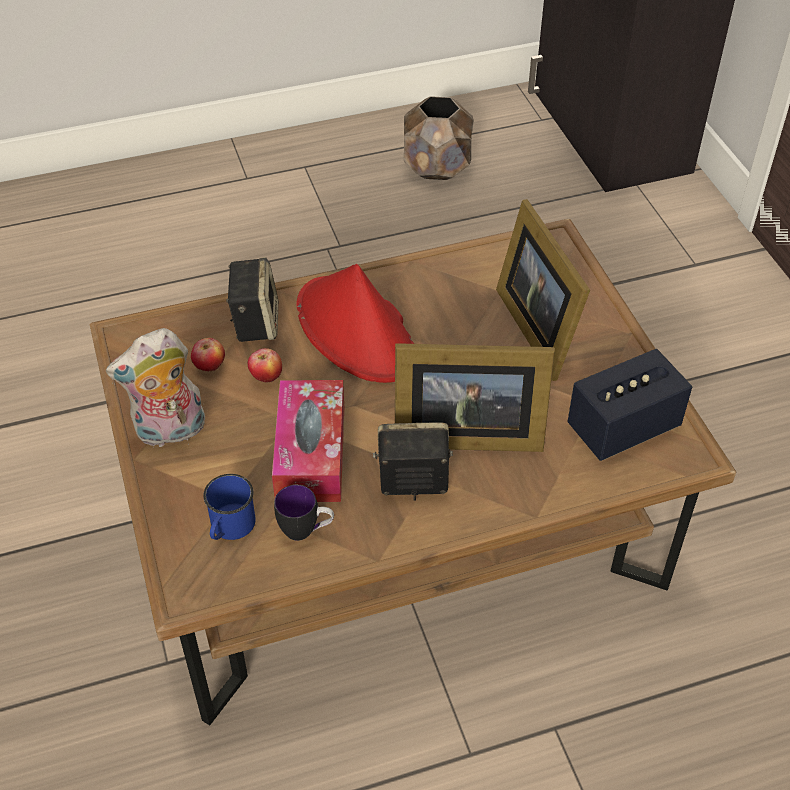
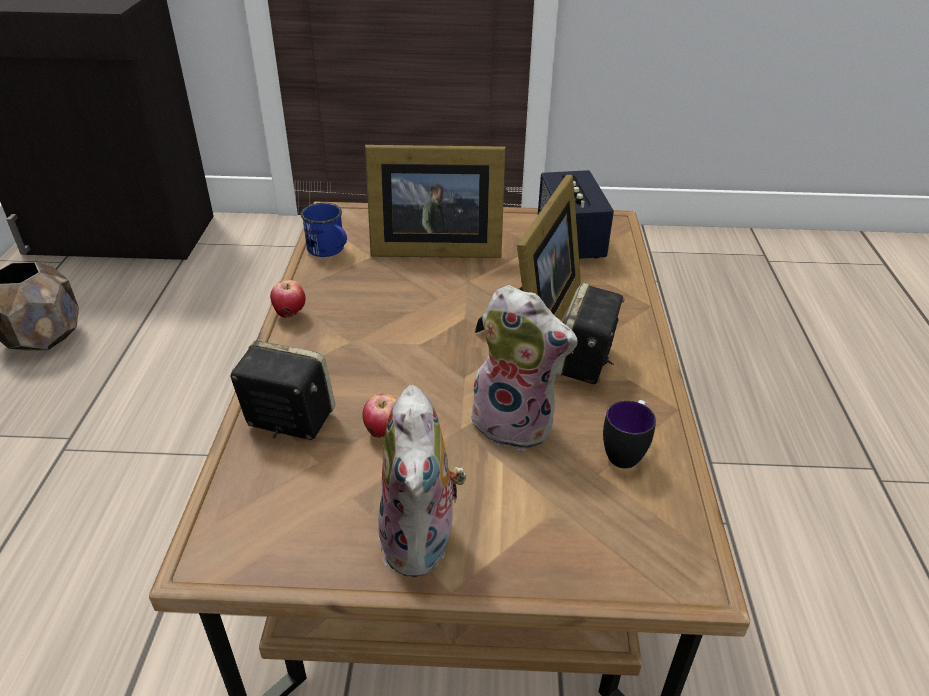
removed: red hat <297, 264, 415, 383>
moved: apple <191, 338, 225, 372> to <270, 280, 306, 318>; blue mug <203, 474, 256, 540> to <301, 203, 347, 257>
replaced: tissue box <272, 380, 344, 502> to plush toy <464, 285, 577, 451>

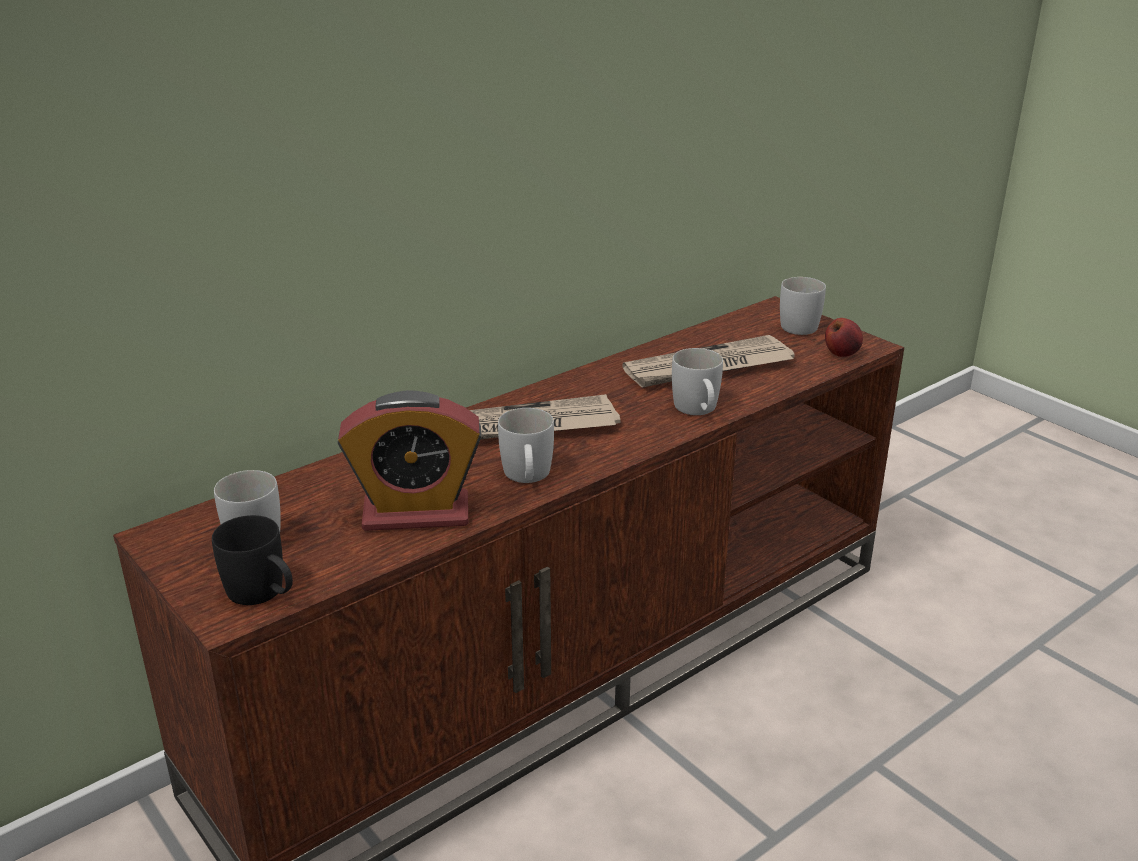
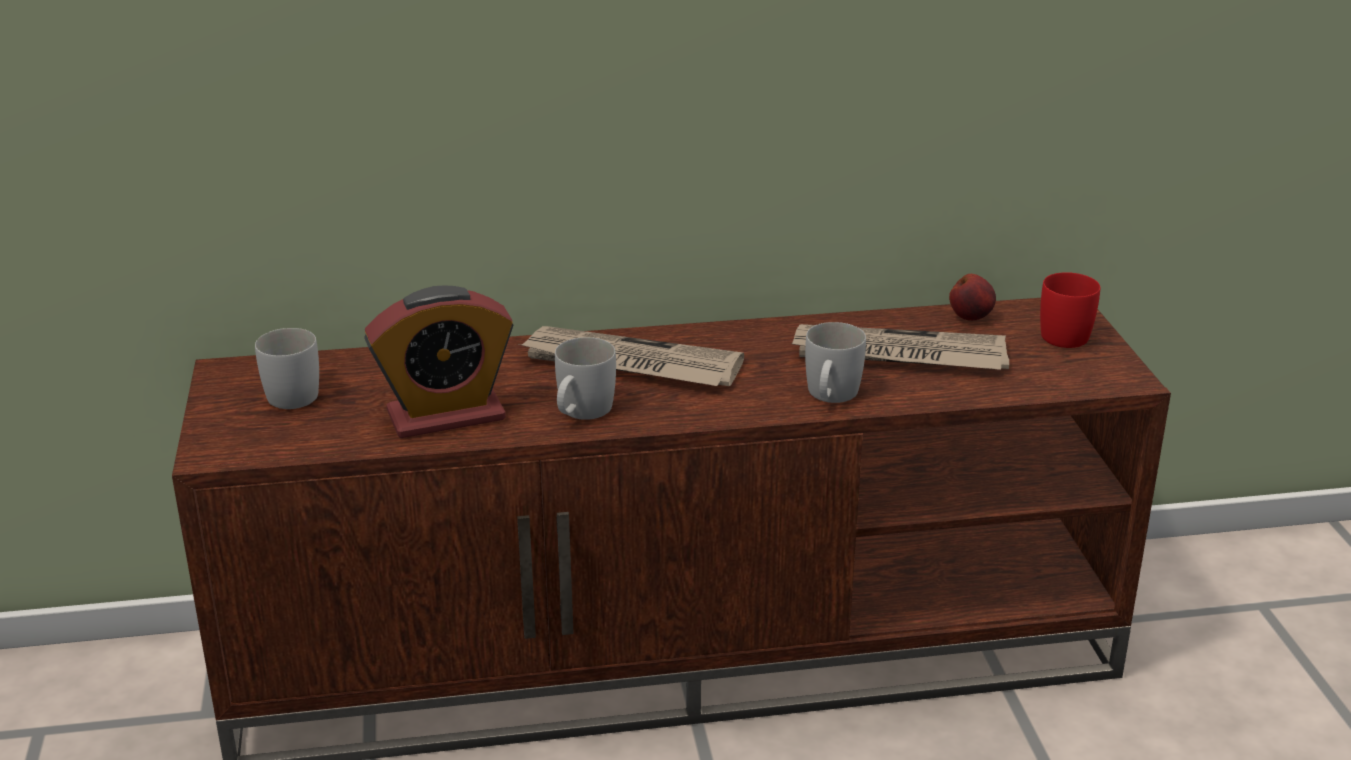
removed: black mug <212, 515, 293, 605>
moved: apple <825, 318, 863, 357> to <949, 274, 996, 321>
recoloured: white mug <780, 277, 826, 335> to red mug <1040, 272, 1100, 348>
turned: alarm clock <338, 390, 481, 531> = <364, 286, 513, 438> 45 degrees counterclockwise

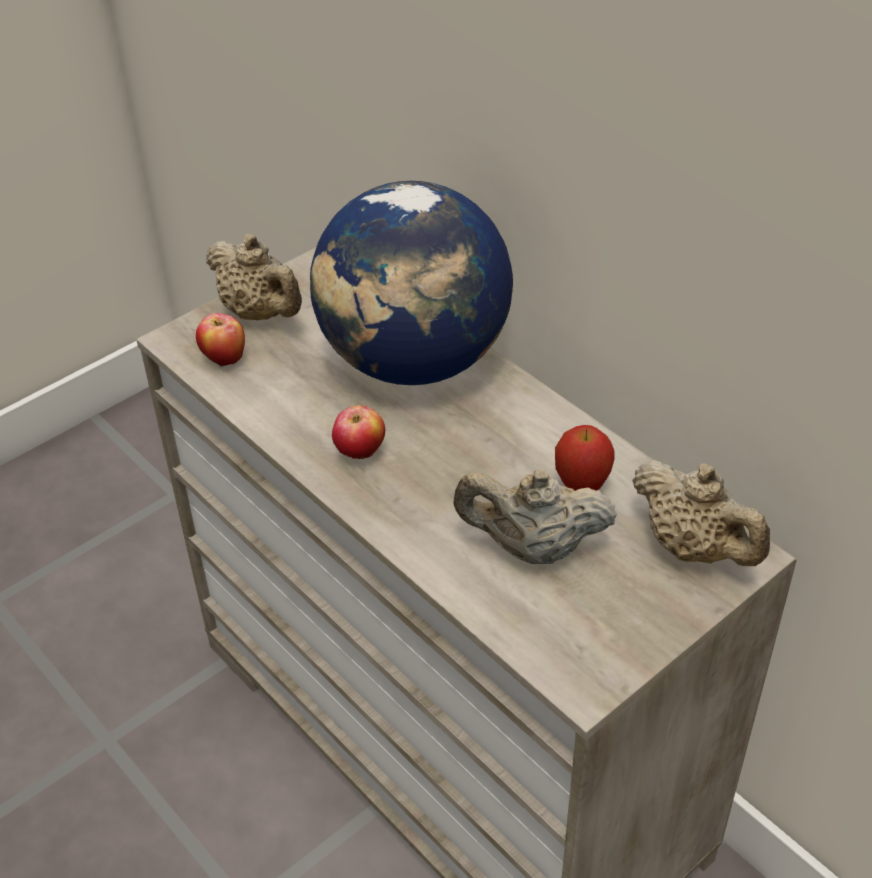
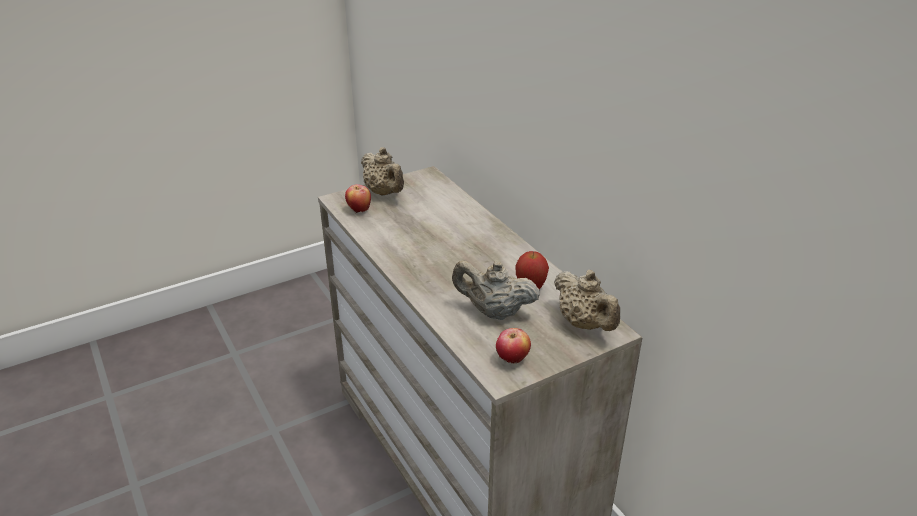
removed: globe <310, 181, 513, 385>
moved: apple <332, 405, 385, 459> to <496, 328, 531, 363>

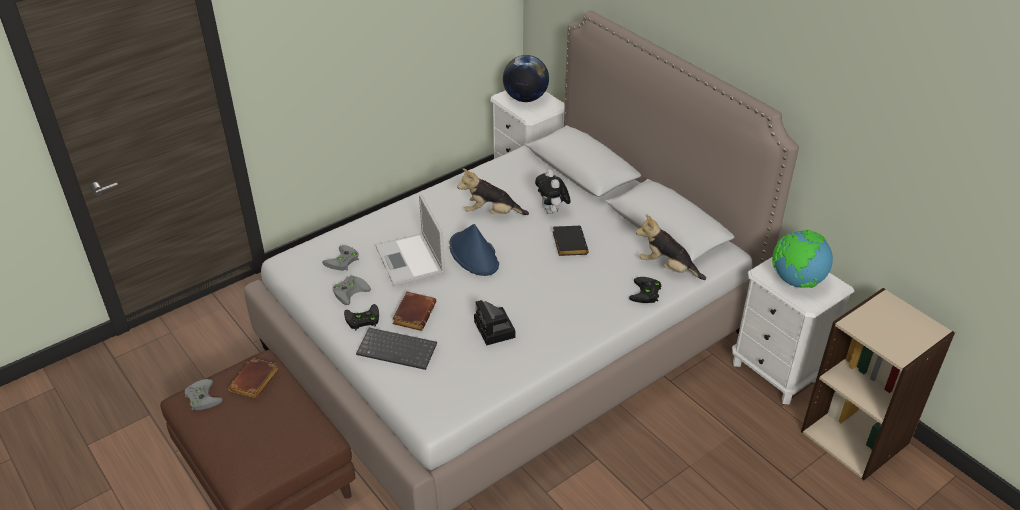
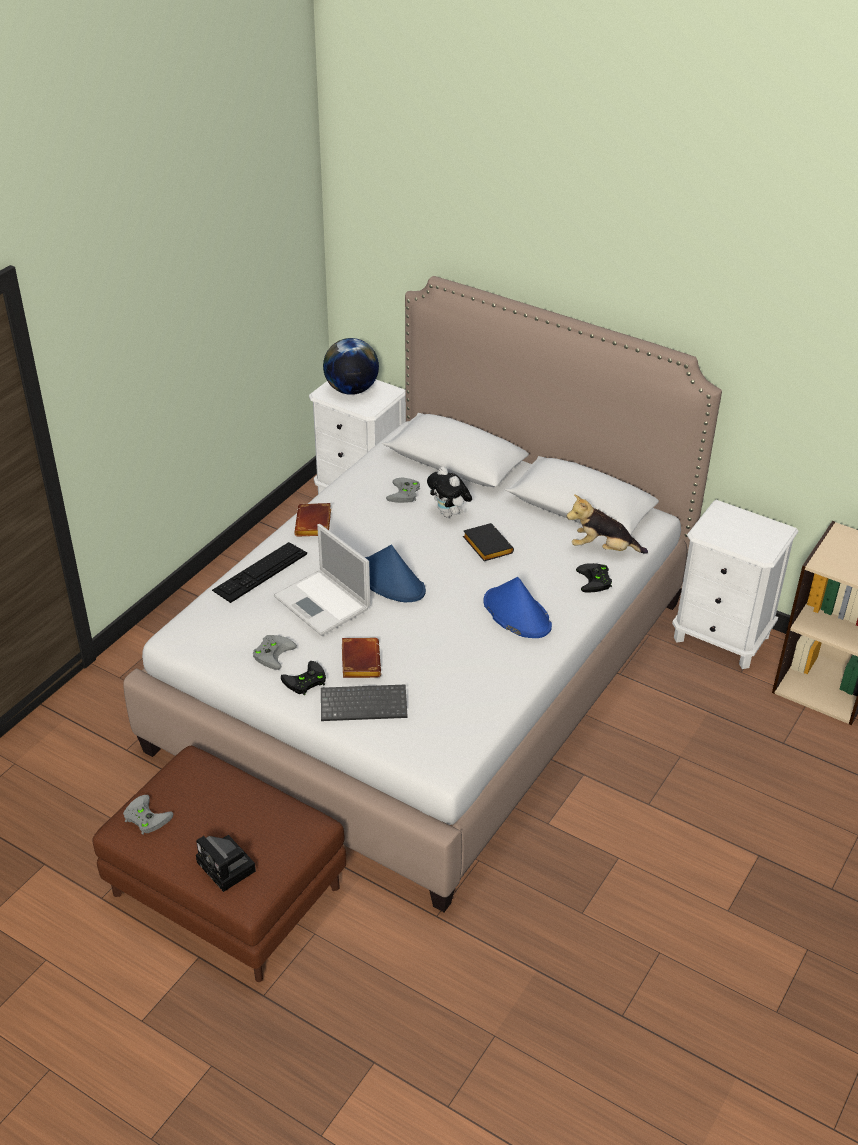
removed: plush toy <457, 168, 529, 215>; globe <772, 230, 833, 288>
added: keyboard <212, 542, 307, 603>; blue hat <483, 577, 552, 638>
moved: photo camera <474, 300, 515, 345> to <196, 835, 256, 892>; brown book <228, 358, 279, 399> to <294, 503, 331, 537>; grey game controller <322, 245, 359, 271> to <386, 478, 420, 503>

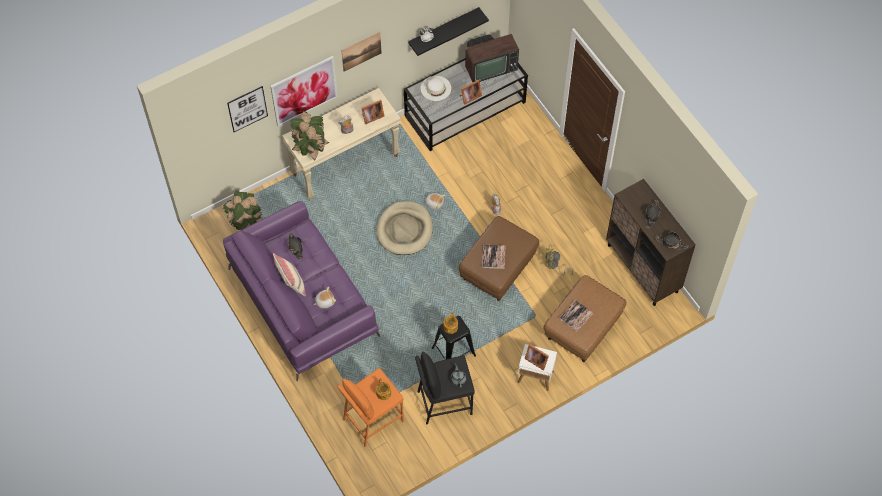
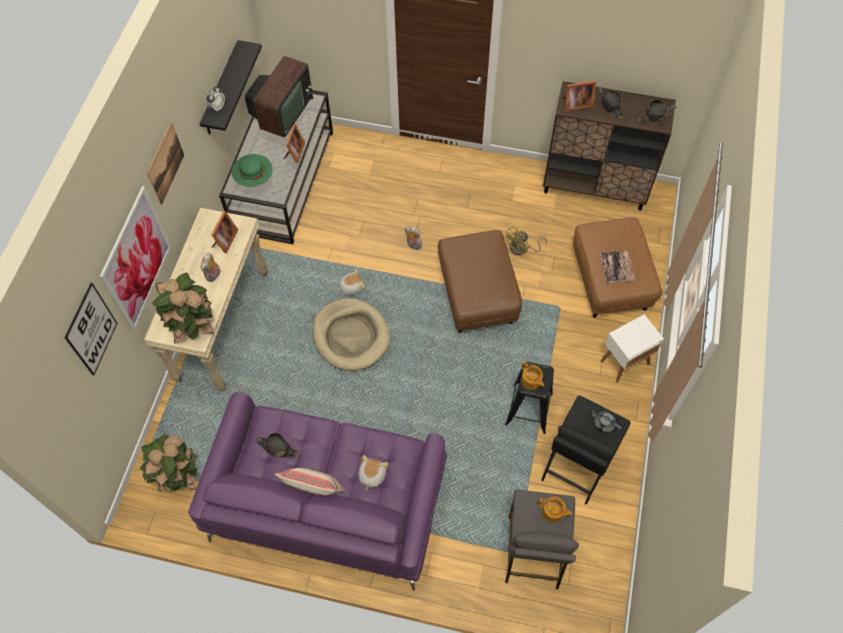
removed: book <482, 244, 505, 269>
moved: picture frame <524, 344, 549, 370> to <564, 81, 596, 111>
recoloured: white hat <420, 76, 451, 101> to green hat <232, 154, 273, 187>; orange stool <337, 368, 404, 447> to grey stool <505, 489, 579, 589>

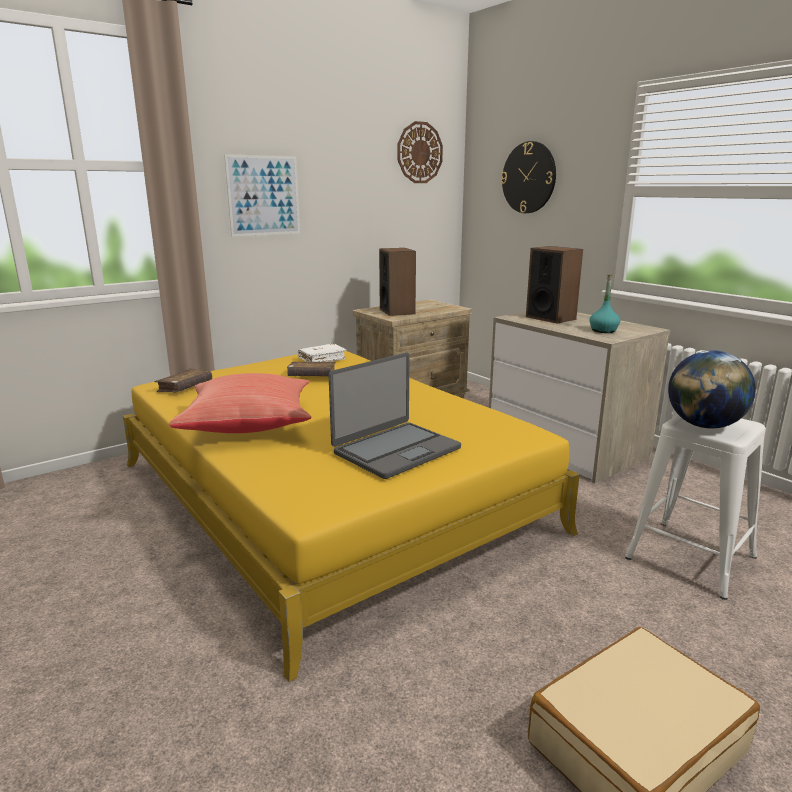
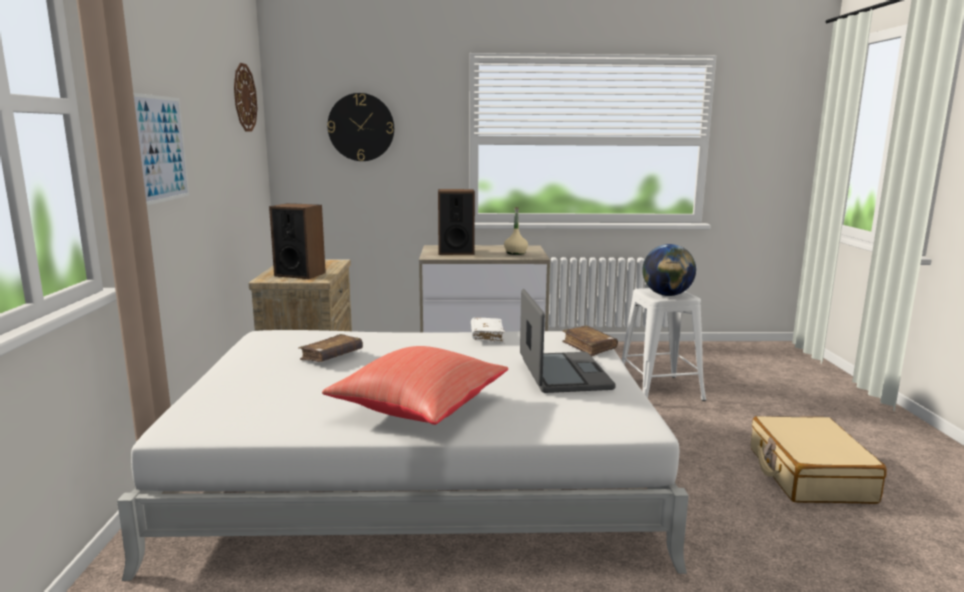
moved: white book <298, 343, 347, 362> to <471, 317, 505, 343>; brown book <155, 368, 212, 392> to <562, 326, 618, 357>
recoloured: yellow bed <123, 351, 580, 682> to white bed <117, 330, 689, 581>; turquoise bottle <589, 275, 620, 333> to beige bottle <504, 207, 528, 255>

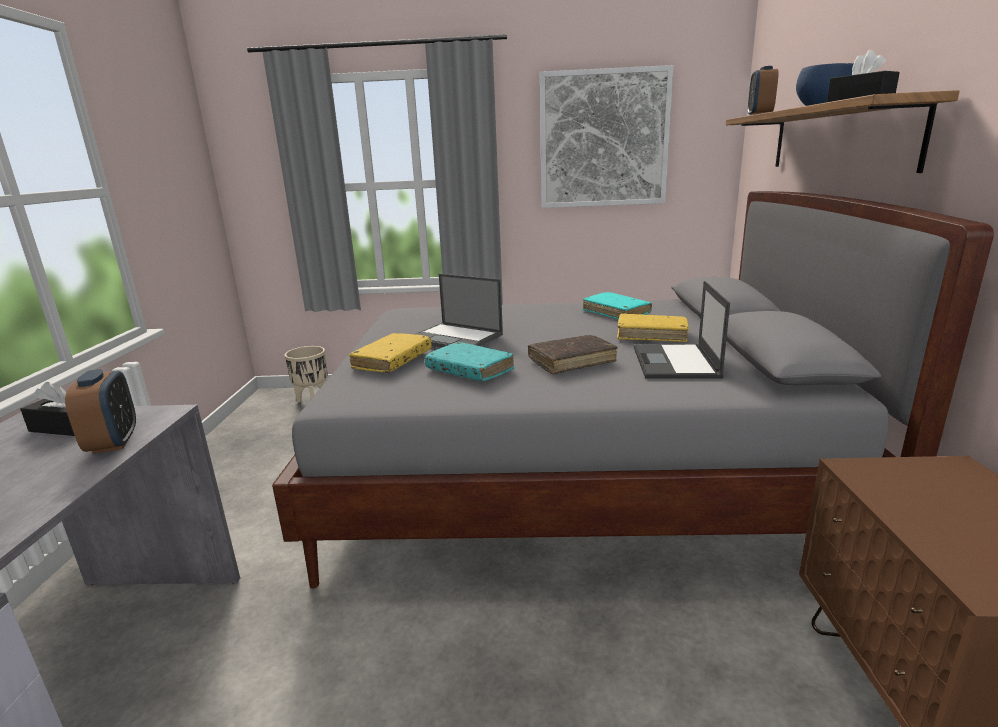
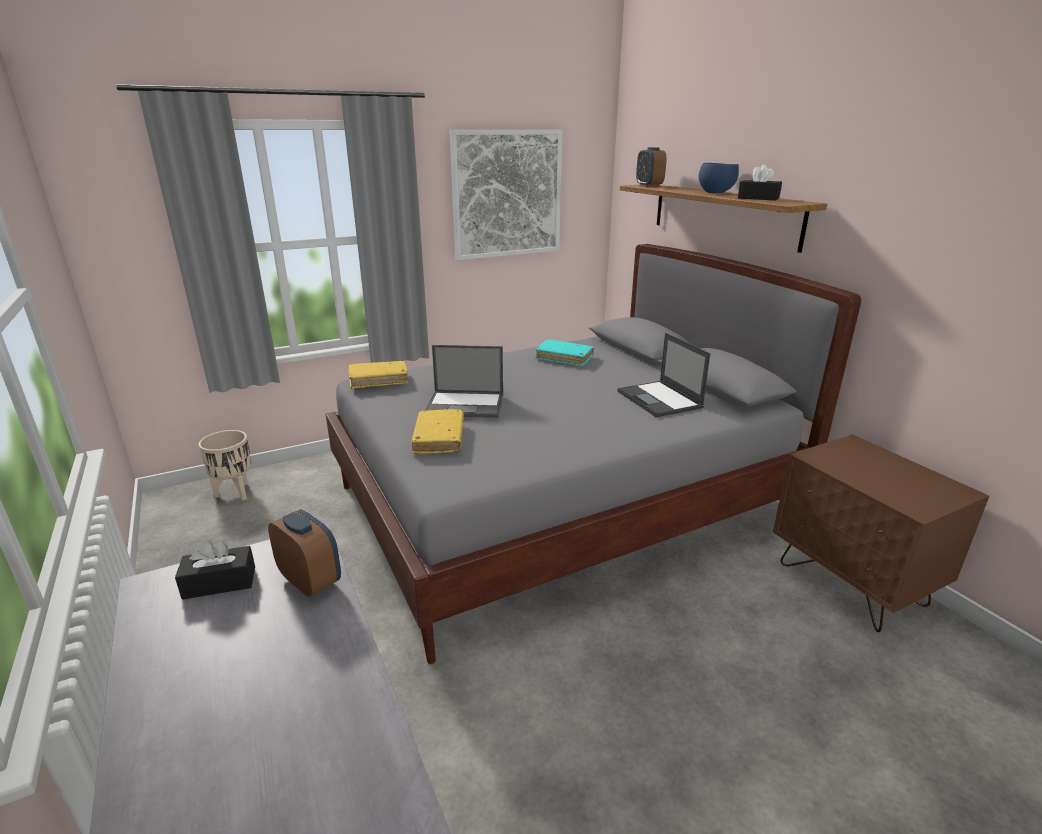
removed: turquoise book <425, 342, 515, 381>; brown book <528, 335, 618, 374>
moved: yellow book <617, 314, 689, 342> to <349, 361, 408, 389>

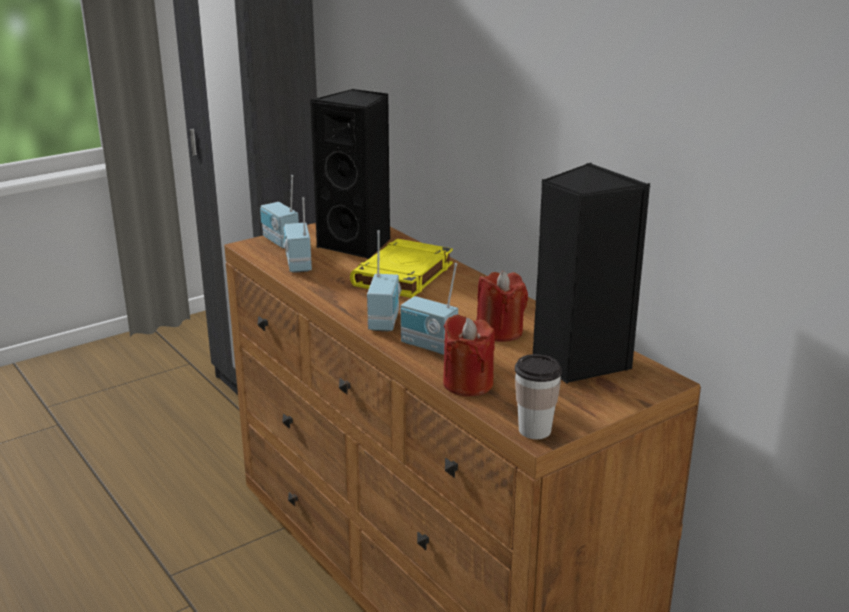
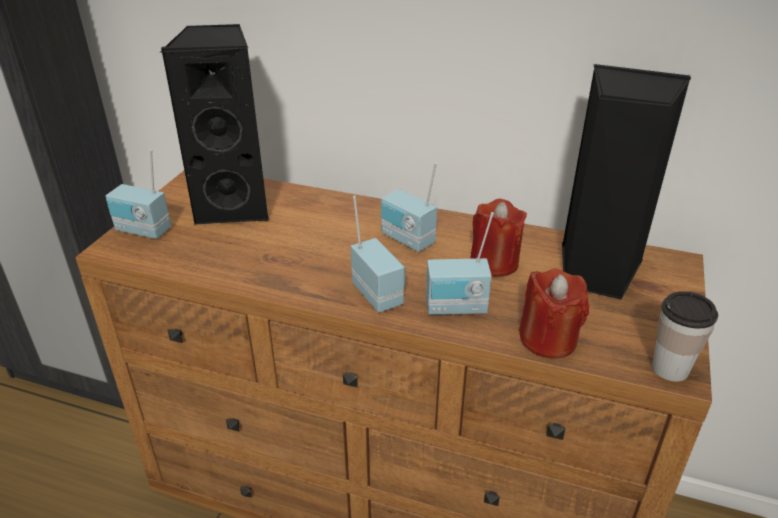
removed: yellow book <350, 239, 453, 298>
moved: radio <283, 197, 312, 273> to <381, 162, 437, 252>

